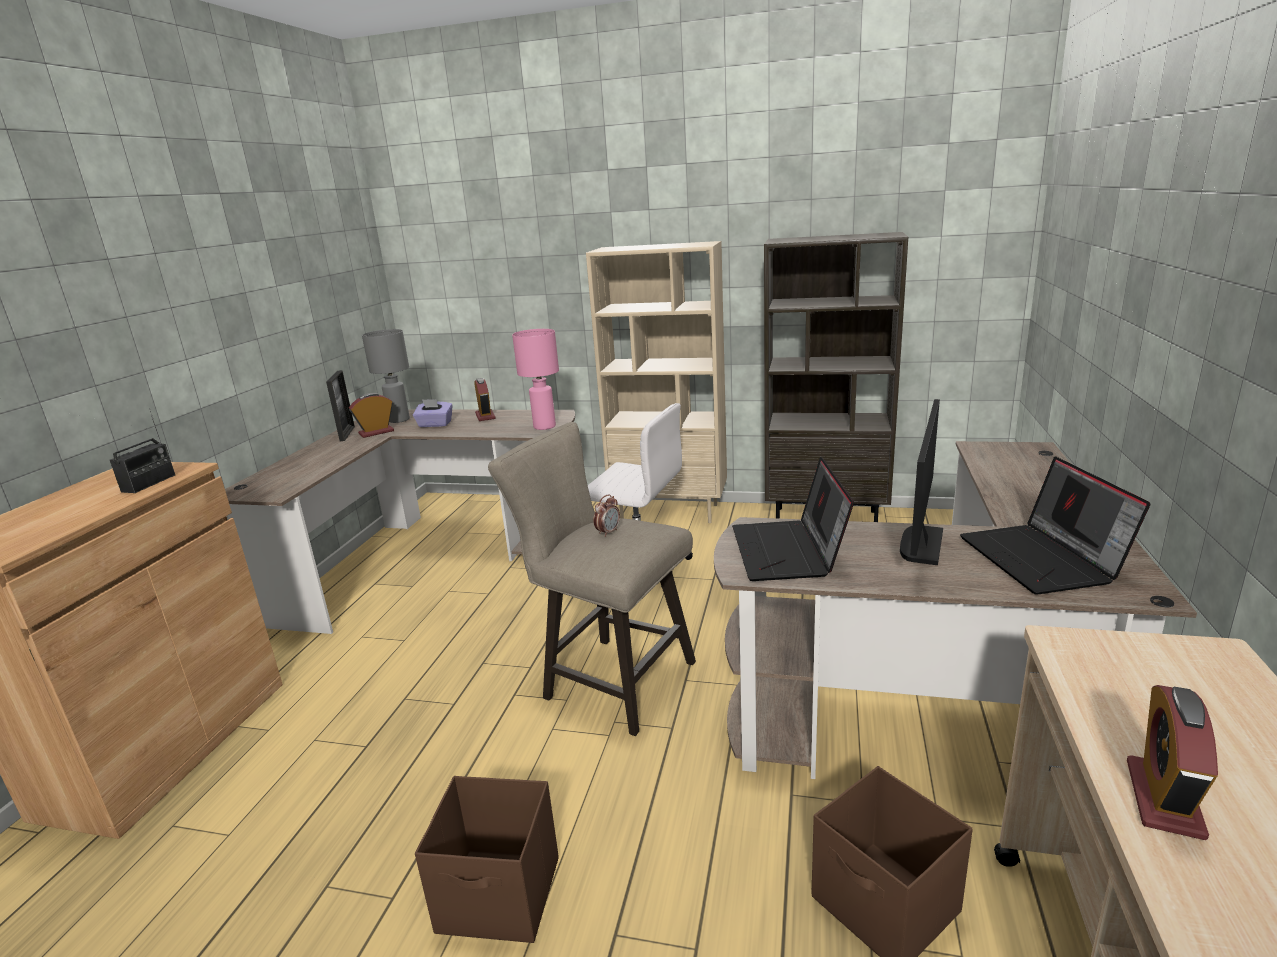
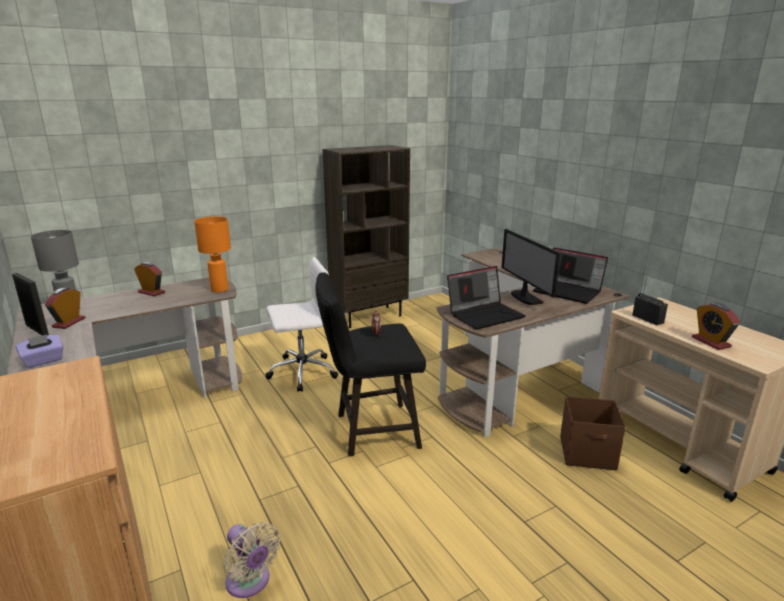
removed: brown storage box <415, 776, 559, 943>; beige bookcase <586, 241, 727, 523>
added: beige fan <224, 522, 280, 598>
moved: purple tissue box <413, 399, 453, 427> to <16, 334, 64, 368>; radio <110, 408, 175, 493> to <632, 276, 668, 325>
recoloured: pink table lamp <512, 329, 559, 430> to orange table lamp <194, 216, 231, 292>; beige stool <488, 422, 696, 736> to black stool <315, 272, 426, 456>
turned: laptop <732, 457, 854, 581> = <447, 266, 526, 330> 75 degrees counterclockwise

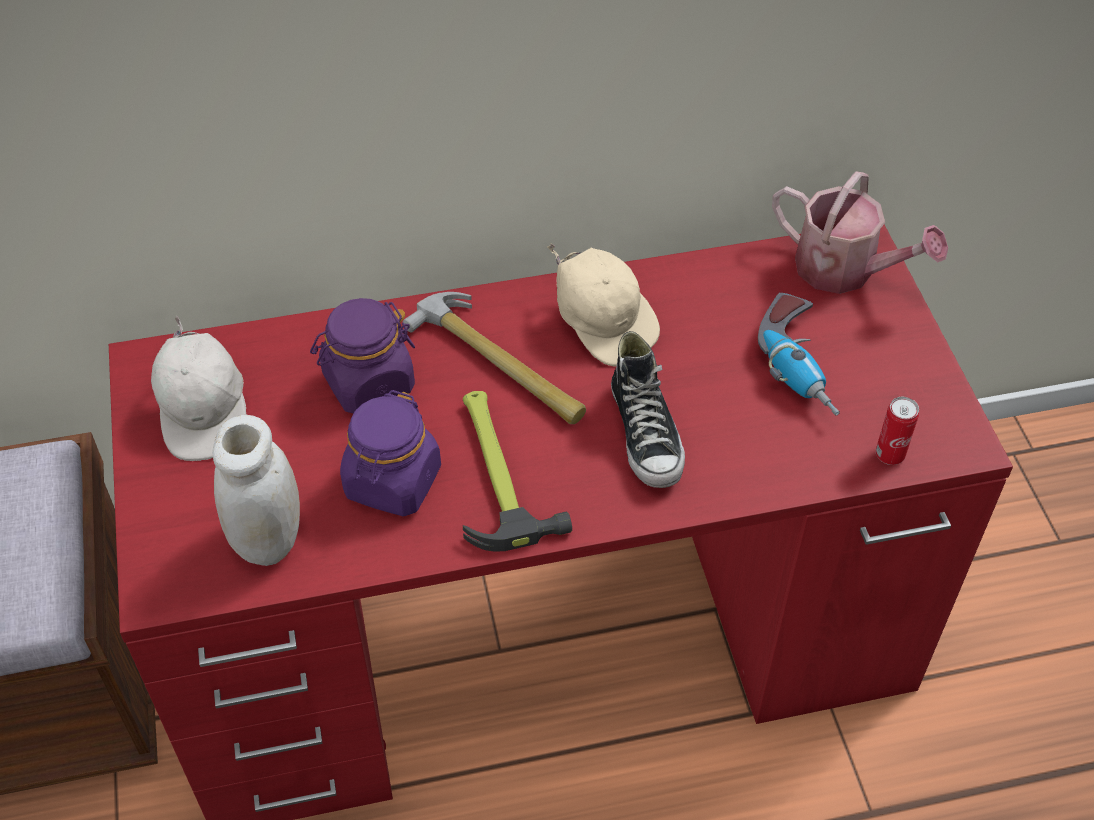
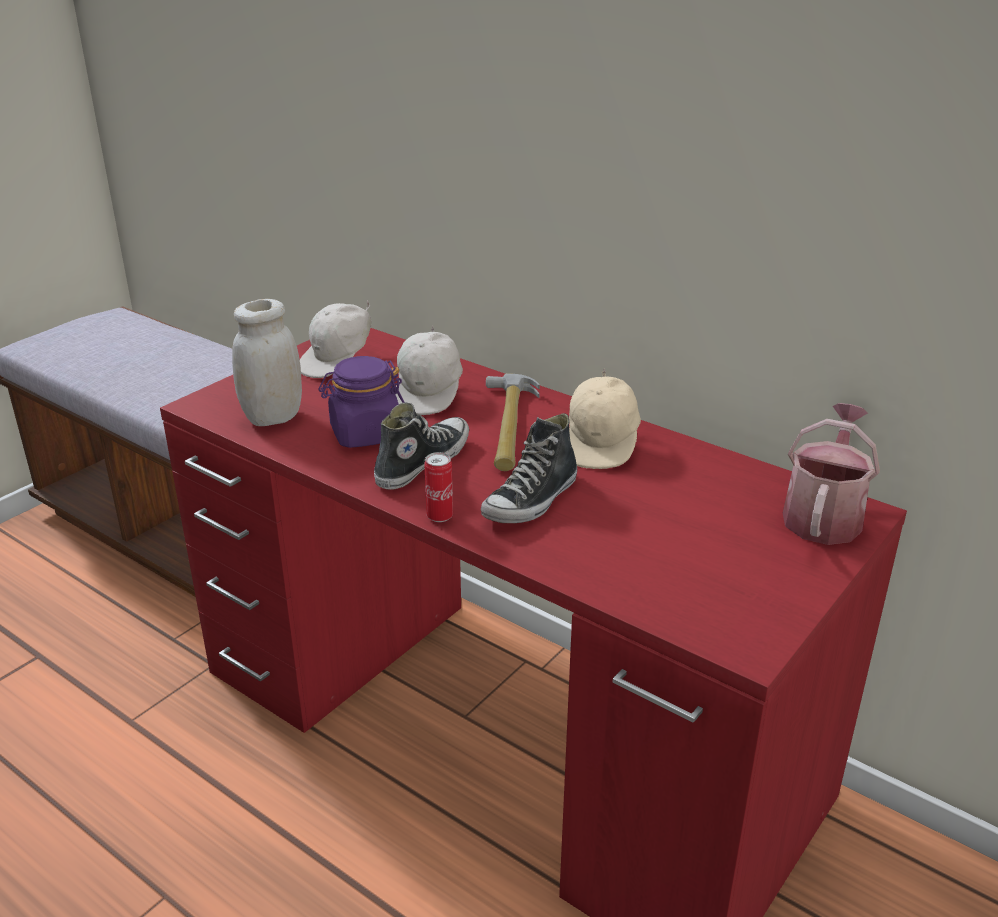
removed: power drill <758, 293, 840, 416>
moved: can <876, 397, 919, 465> to <424, 452, 453, 522>
replaced: hammer <463, 391, 572, 552> to shoe <374, 403, 469, 490>; purple jar <310, 298, 415, 414> to white cap <395, 325, 463, 415>
turned: watering can <772, 172, 948, 294> = <783, 403, 880, 545> 150 degrees counterclockwise

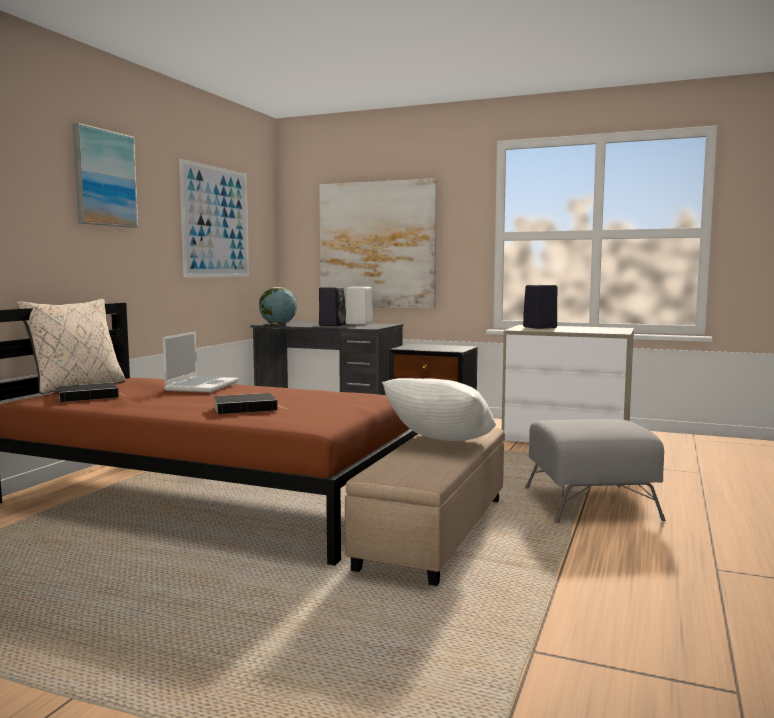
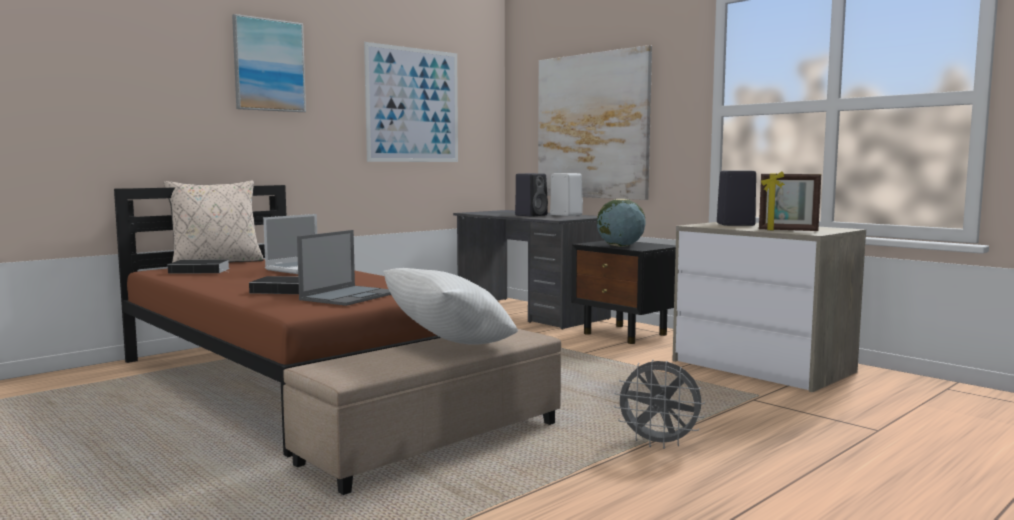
added: laptop <297, 230, 391, 306>; picture frame <759, 171, 821, 231>
moved: globe <259, 287, 297, 325> to <597, 199, 646, 247>
replaced: grey ottoman <525, 419, 666, 523> to grey fan <614, 360, 705, 449>

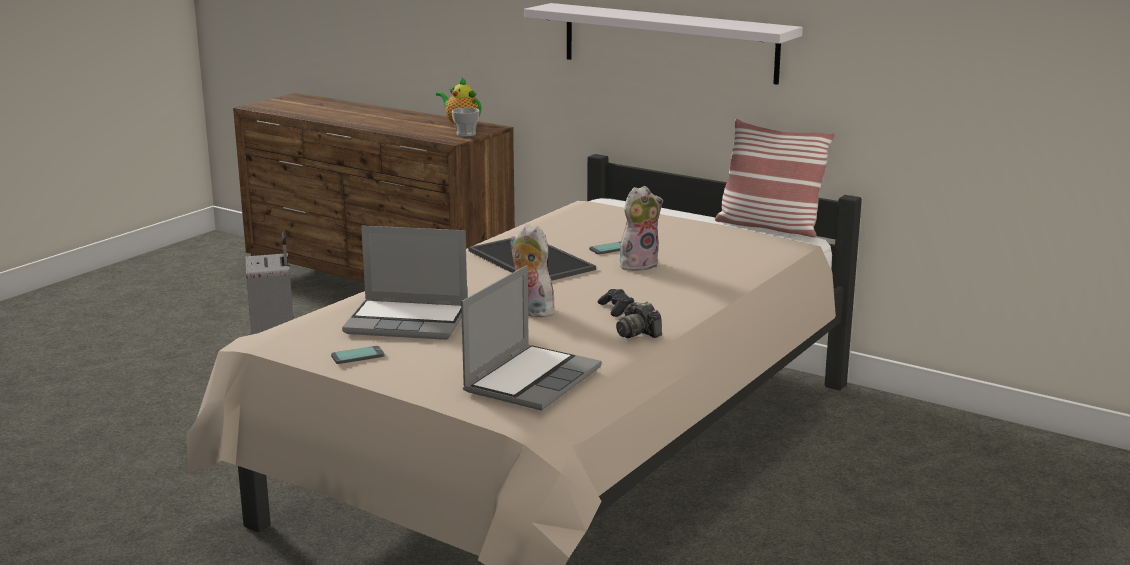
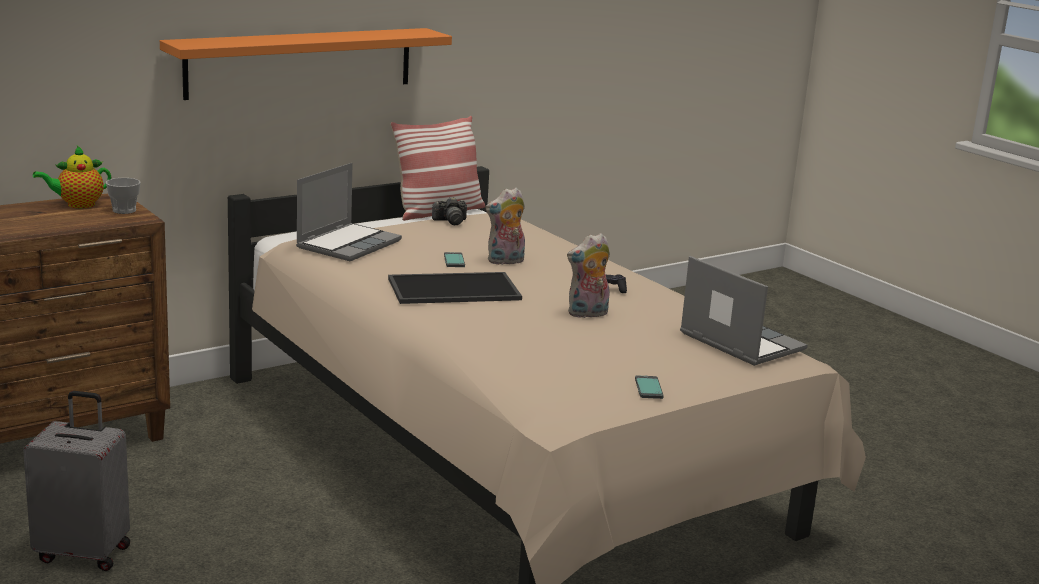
moved: laptop <342, 225, 467, 340> to <296, 163, 402, 261>; photo camera <616, 302, 662, 338> to <432, 197, 467, 225>
recoloured: white shelf <524, 3, 803, 85> to orange shelf <160, 28, 452, 100>
turned: plush toy <620, 186, 663, 271> = <485, 187, 525, 265> 105 degrees counterclockwise

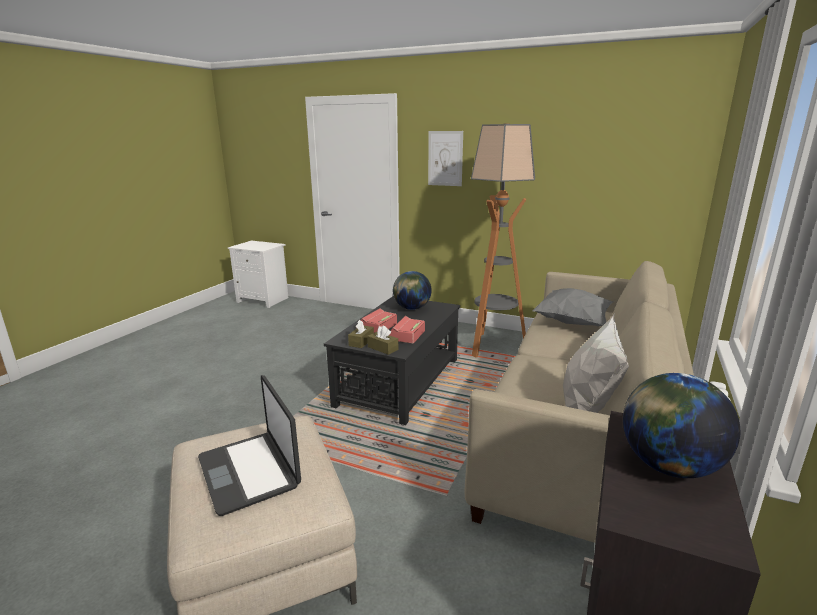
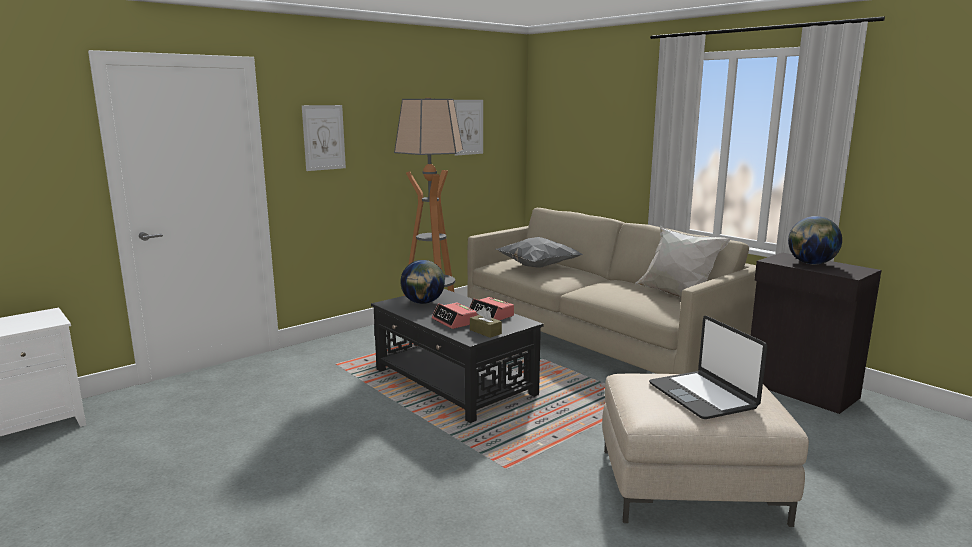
removed: brown tissue box <367, 326, 398, 355>
added: picture <454, 100, 483, 156>
turned: laptop <198, 375, 301, 516> = <649, 316, 767, 419> 75 degrees clockwise

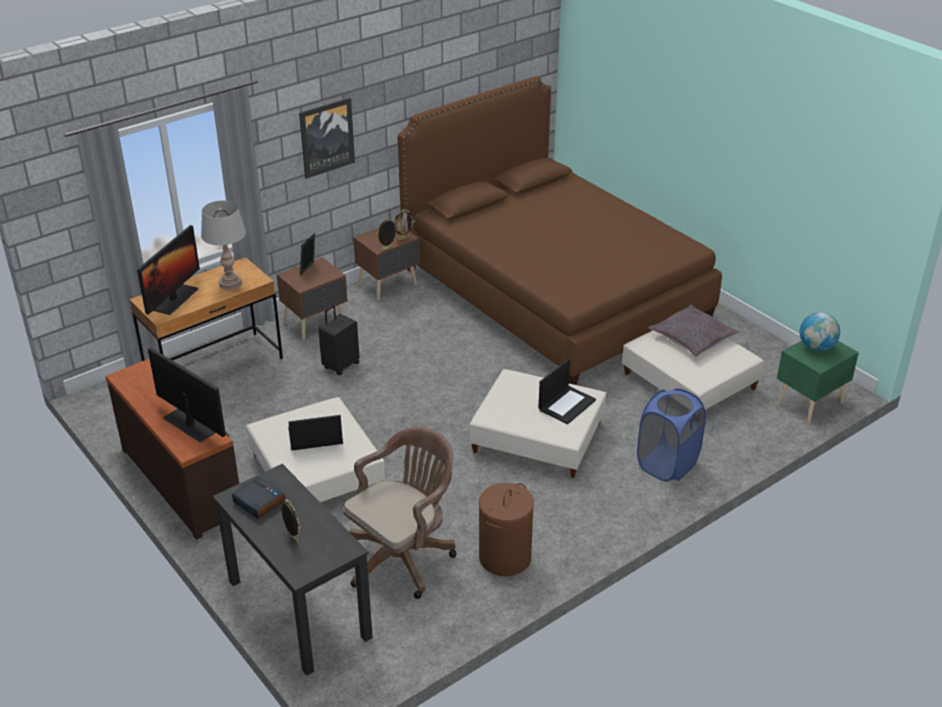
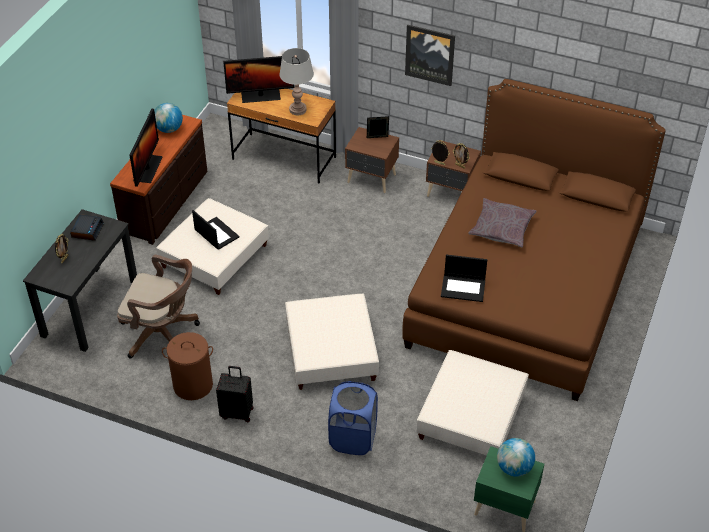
added: globe <154, 103, 183, 133>
moved: black suitcase <318, 305, 359, 375> to <216, 366, 254, 422>; laptop <539, 359, 596, 424> to <441, 255, 487, 302>; grey pillow <649, 304, 739, 357> to <468, 198, 536, 247>

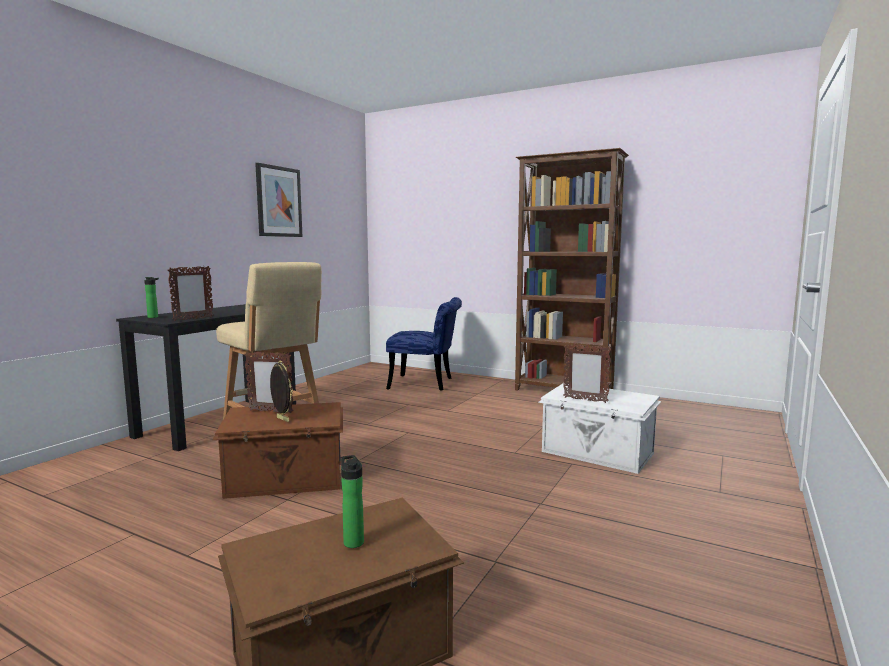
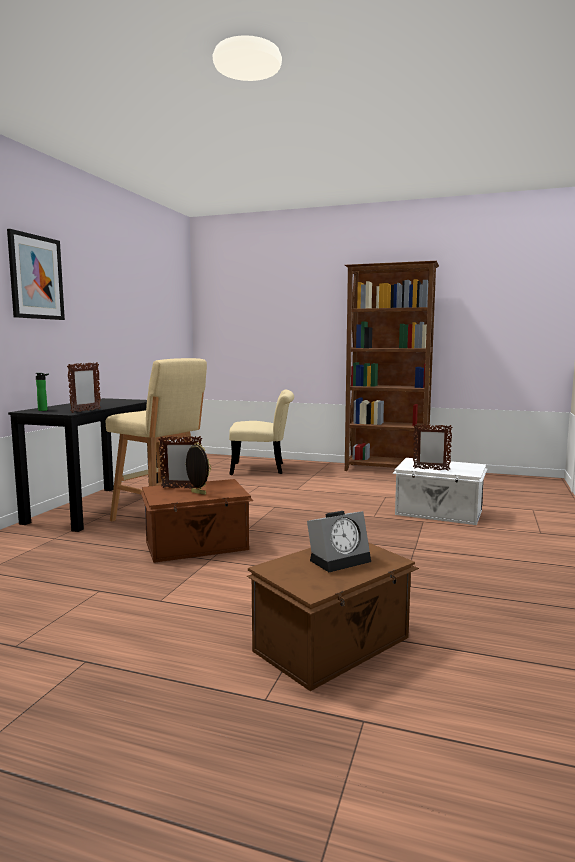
moved: picture <255, 163, 303, 237> to <7, 229, 65, 320>
replaced: bottle <341, 455, 364, 548> to alarm clock <307, 511, 371, 572>
recoloured: blue chair <386, 297, 462, 391> to beige chair <229, 390, 294, 475>

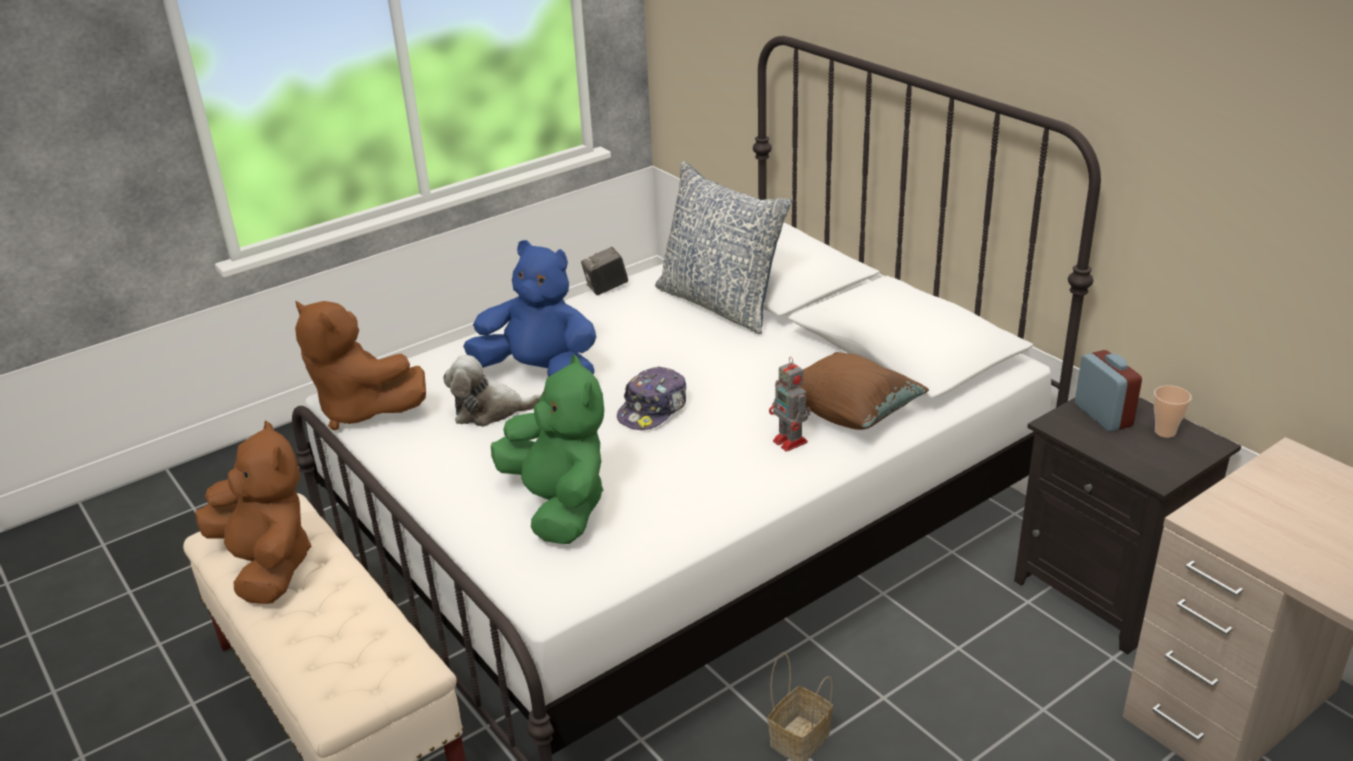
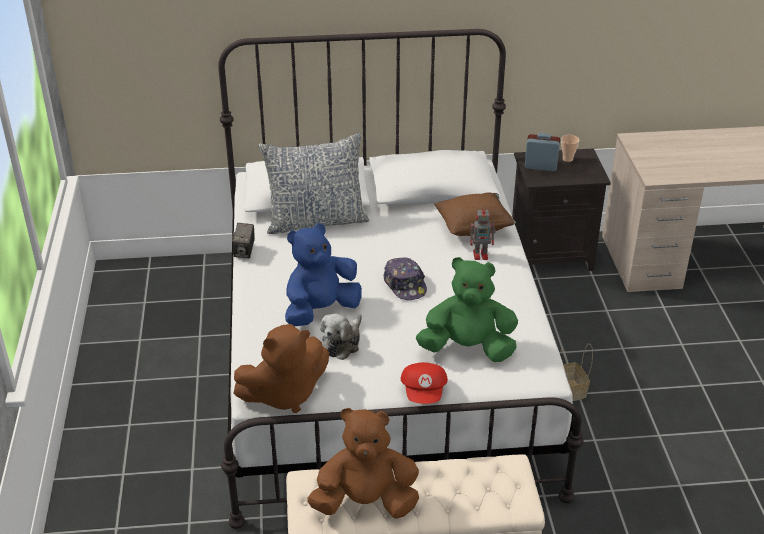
added: red cap <401, 362, 448, 404>

